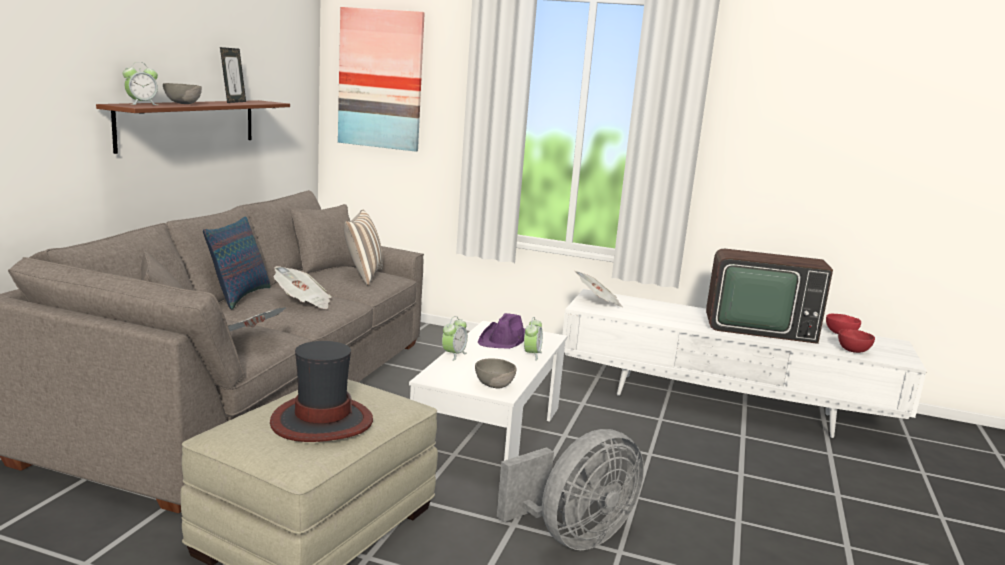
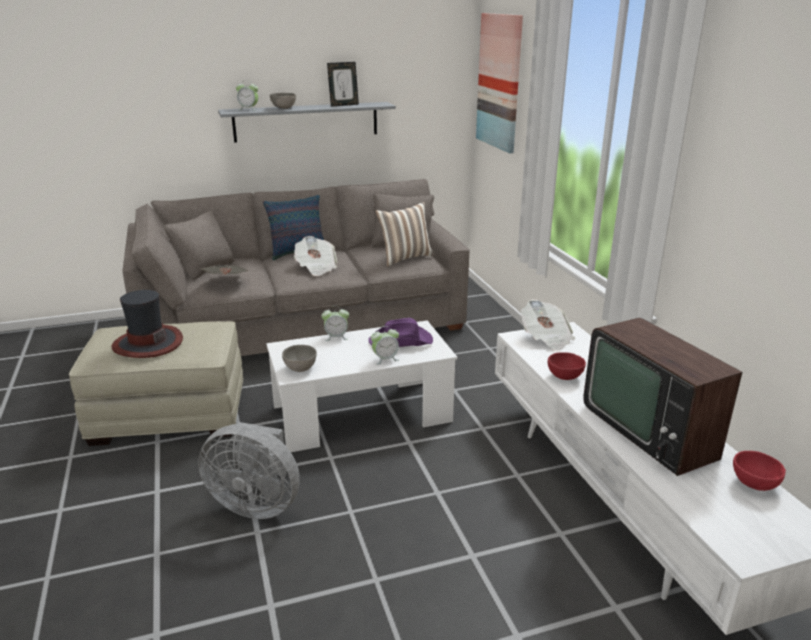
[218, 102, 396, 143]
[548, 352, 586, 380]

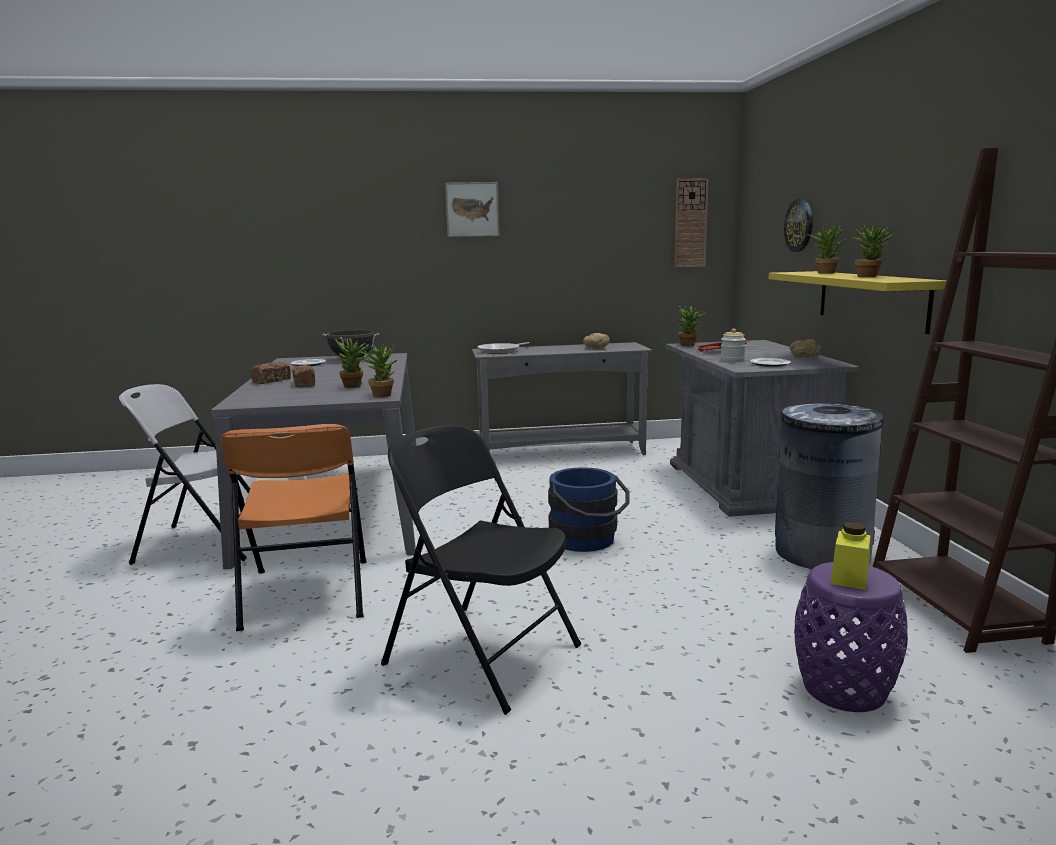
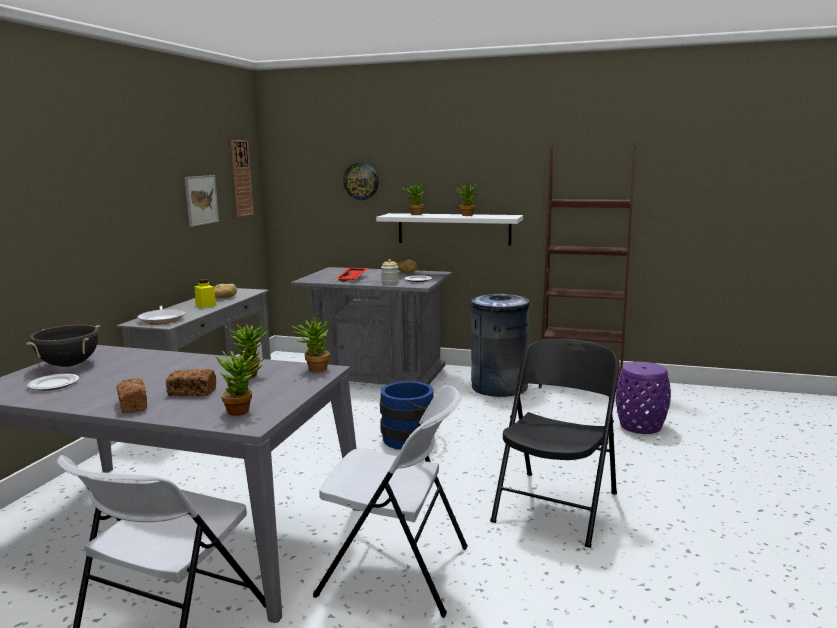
[185, 175, 219, 227]
[195, 279, 217, 308]
[215, 351, 265, 416]
[313, 385, 468, 618]
[376, 213, 523, 246]
[490, 339, 620, 548]

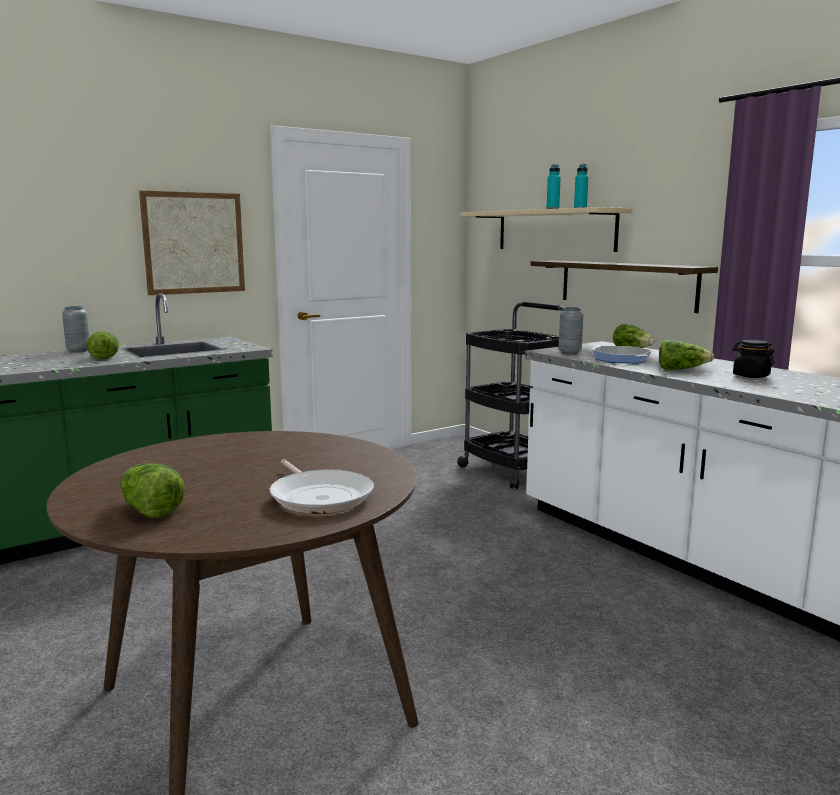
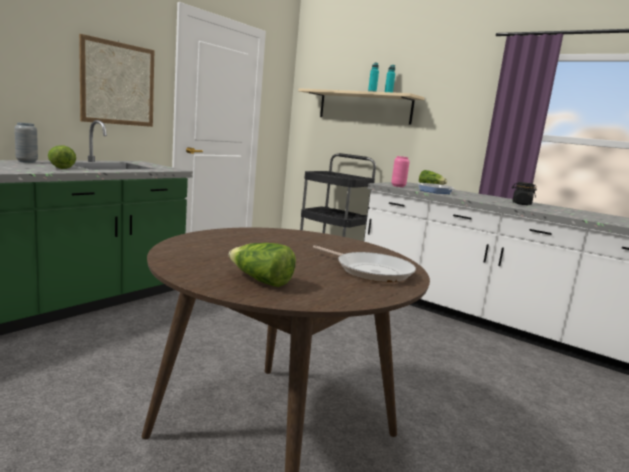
[391, 156, 410, 187]
[530, 260, 718, 313] (first image)
[659, 340, 714, 370] (first image)

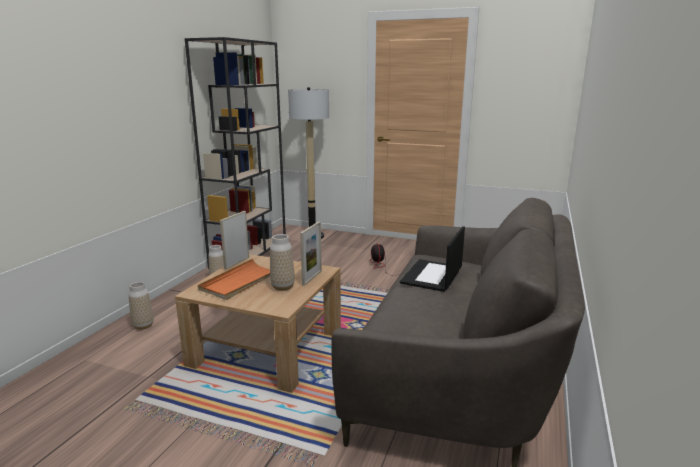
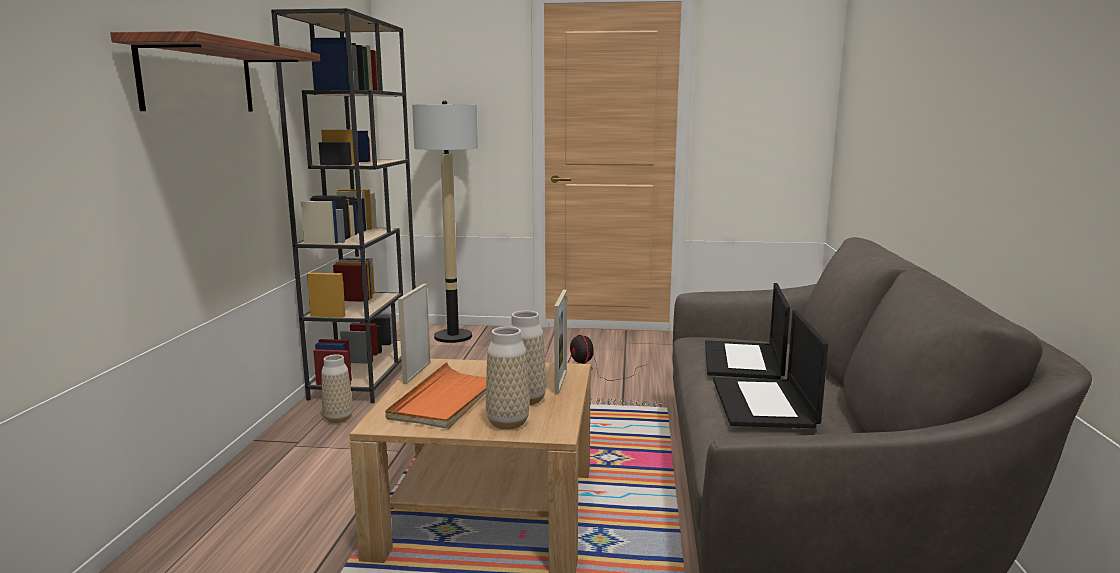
[110, 31, 320, 111]
[486, 326, 530, 430]
[713, 310, 828, 428]

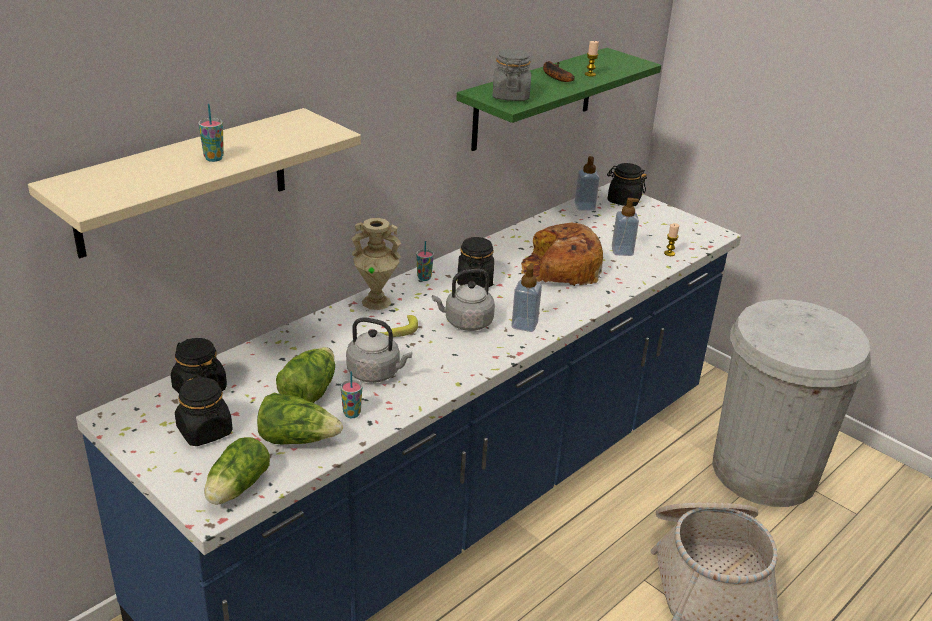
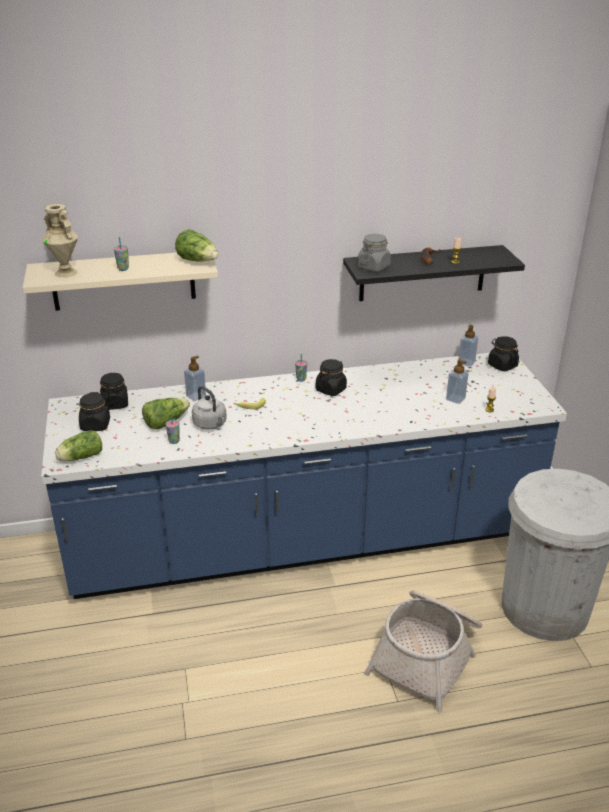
[42, 204, 78, 278]
[175, 229, 218, 262]
[184, 356, 206, 401]
[343, 245, 525, 301]
[432, 269, 495, 331] (first image)
[521, 223, 603, 286] (first image)

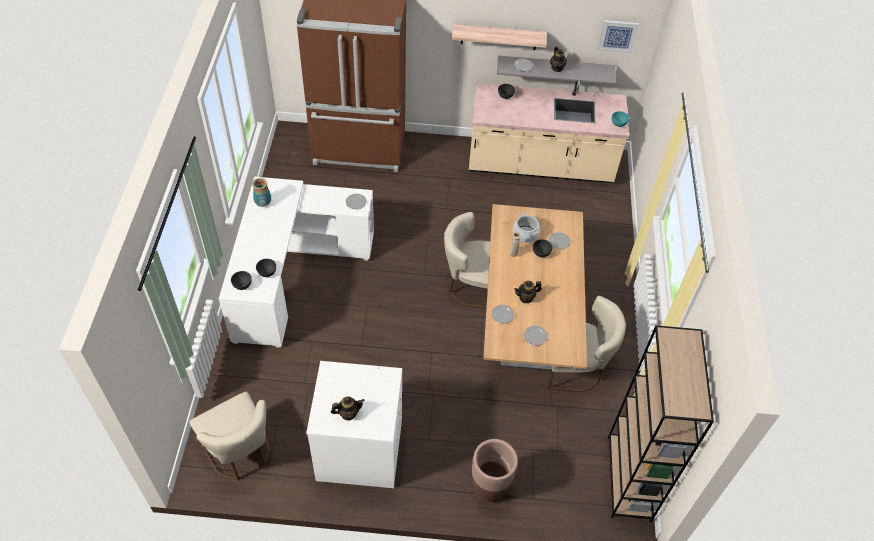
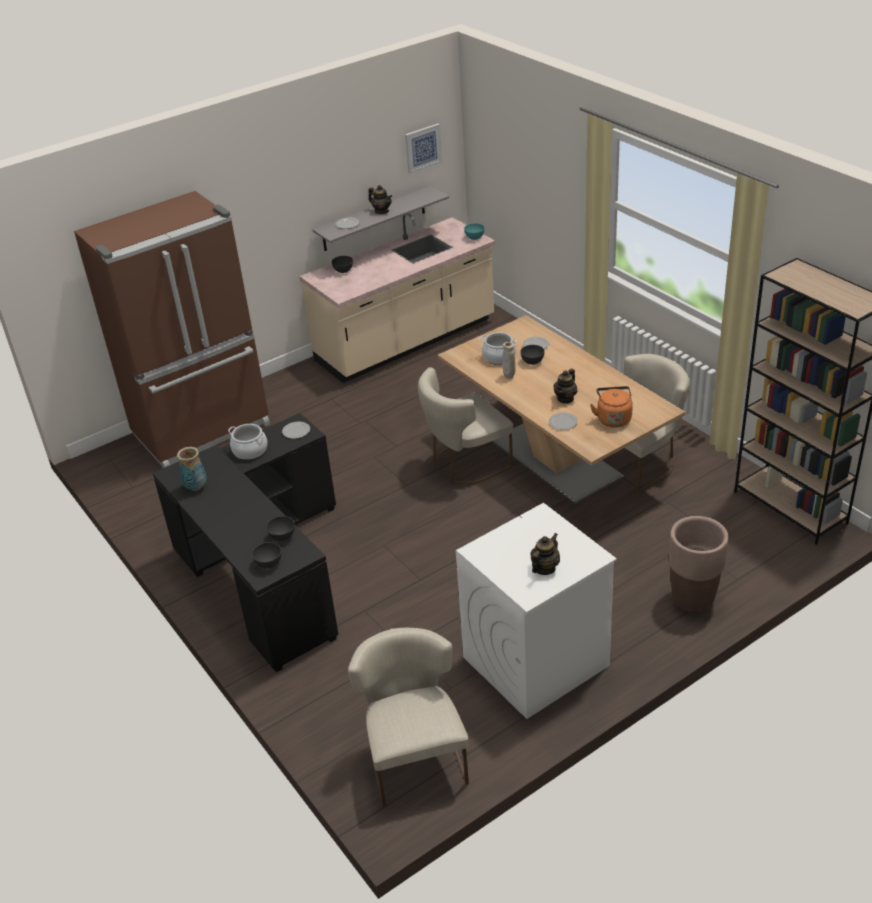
[153, 413, 339, 672]
[228, 424, 267, 460]
[348, 628, 469, 807]
[590, 386, 633, 427]
[452, 24, 547, 50] (first image)

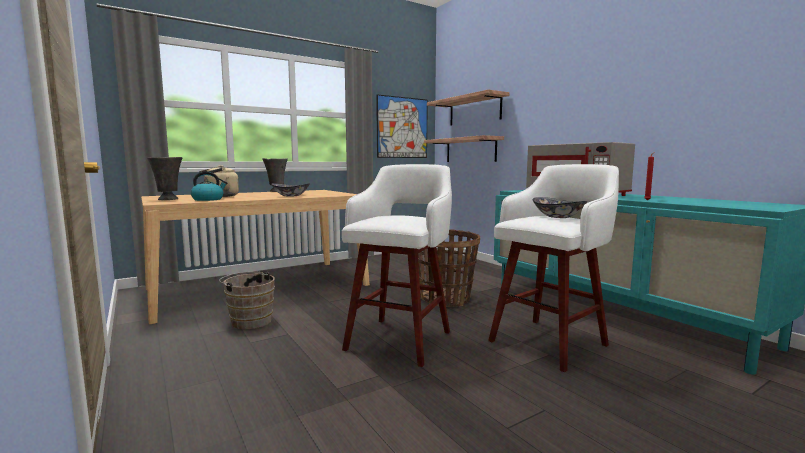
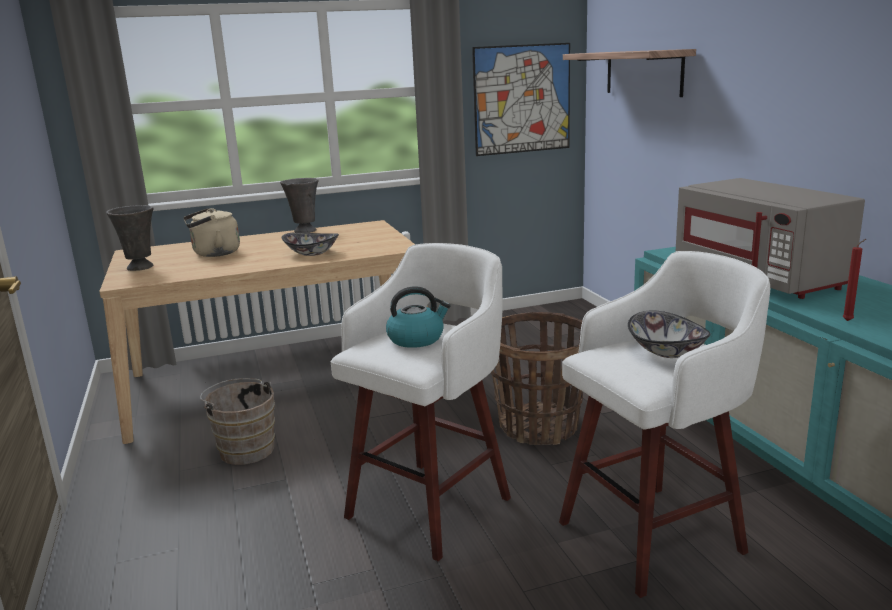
[386, 286, 451, 348]
[424, 135, 504, 162] (first image)

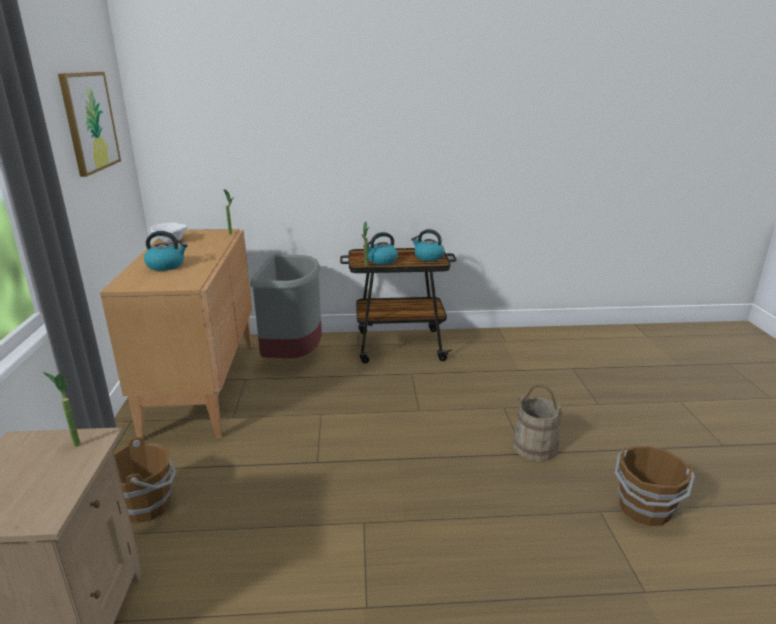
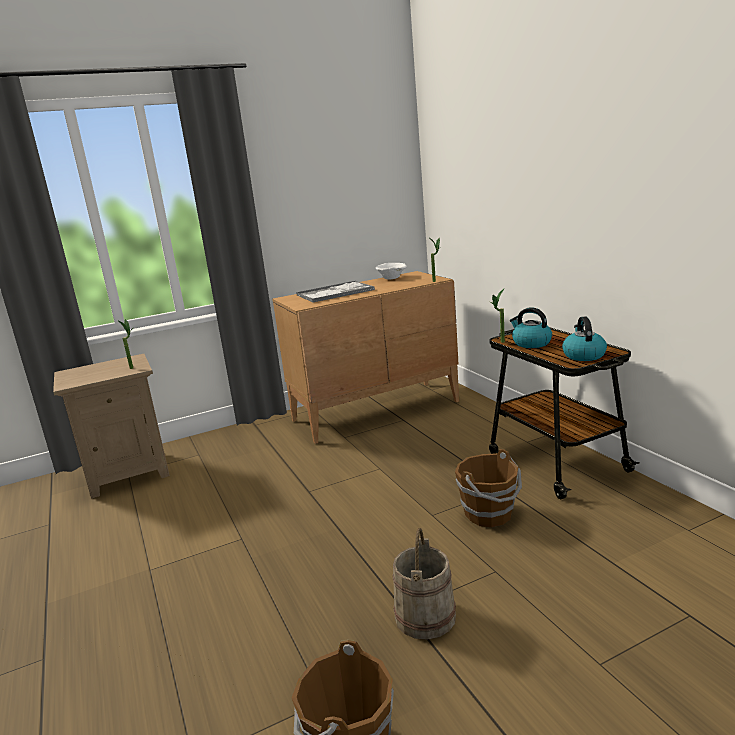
[296, 281, 375, 303]
[455, 449, 522, 527]
[58, 72, 121, 177] (first image)
[250, 254, 322, 358] (first image)

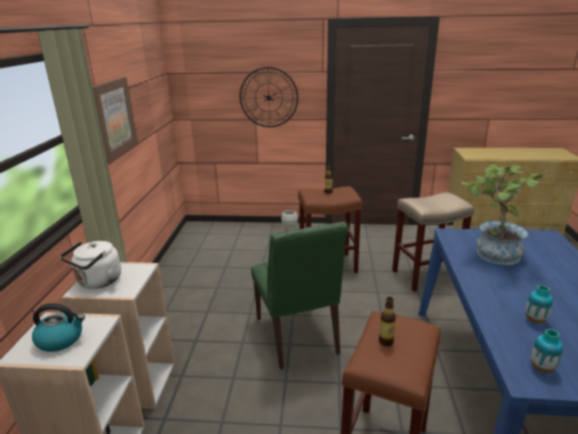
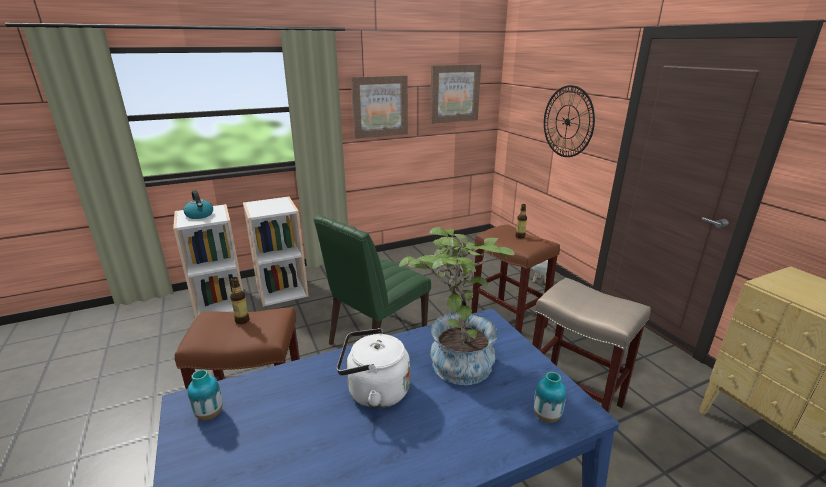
[337, 328, 410, 409]
[430, 64, 481, 124]
[534, 372, 566, 423]

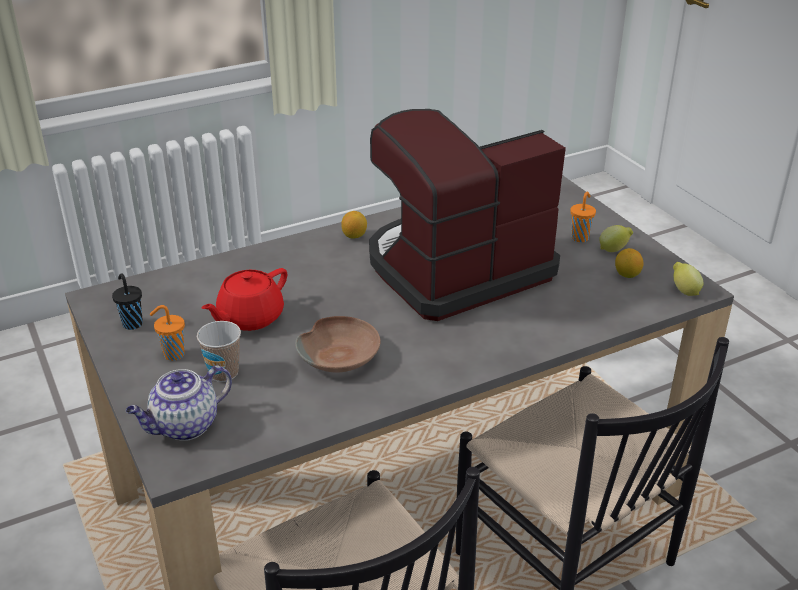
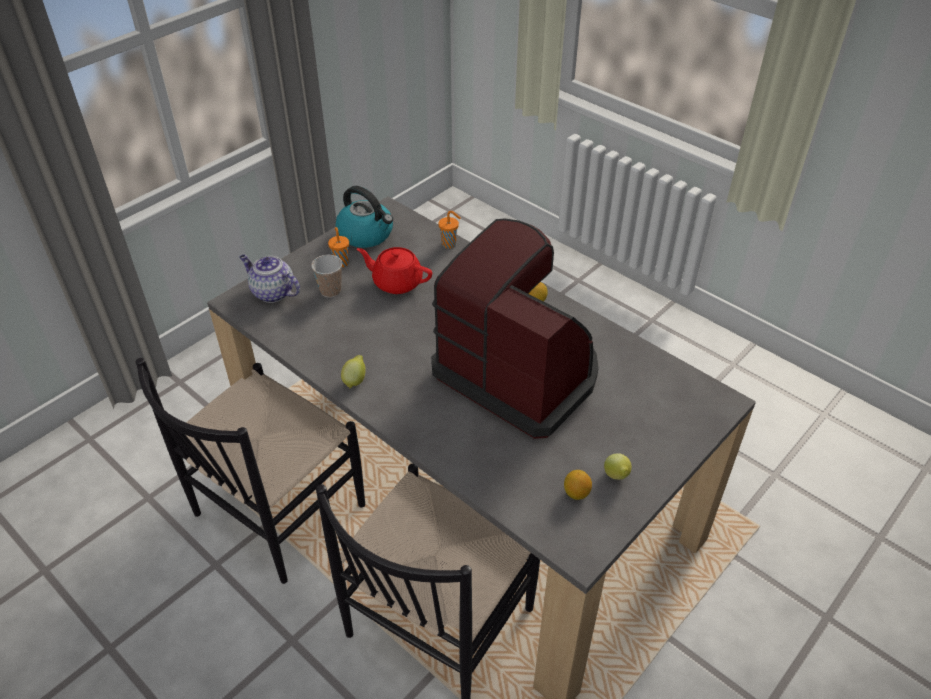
[336, 186, 393, 248]
[341, 355, 366, 388]
[438, 211, 461, 248]
[295, 316, 381, 372] (first image)

